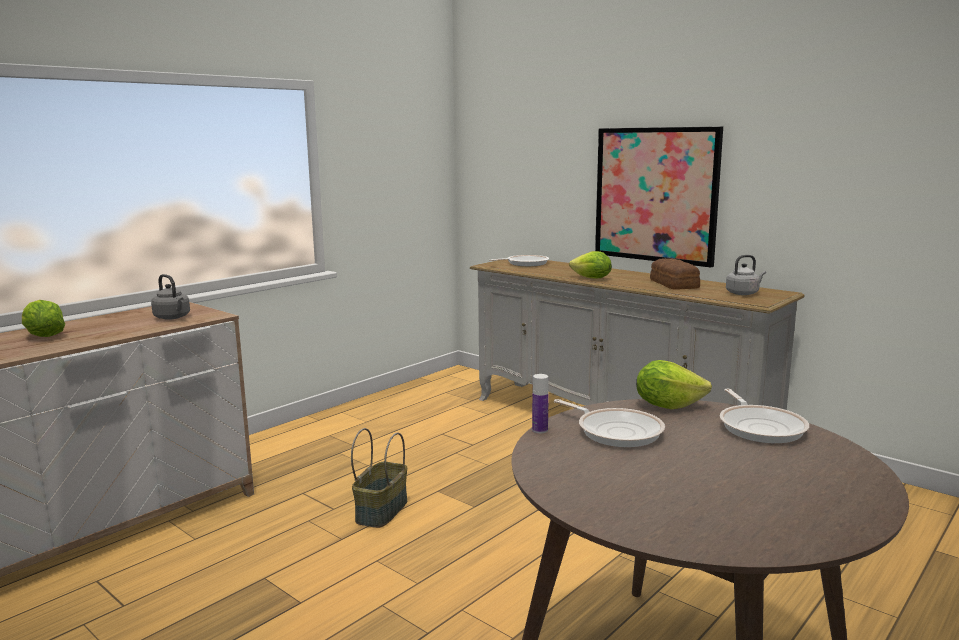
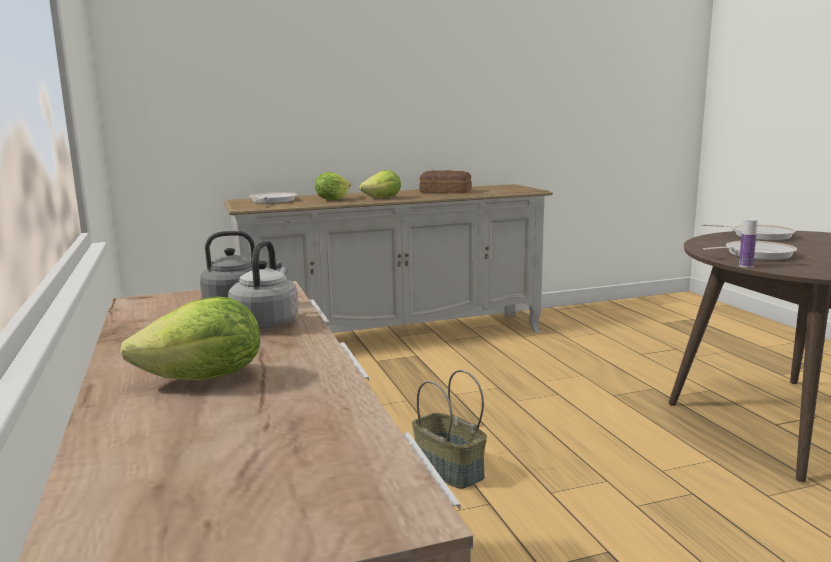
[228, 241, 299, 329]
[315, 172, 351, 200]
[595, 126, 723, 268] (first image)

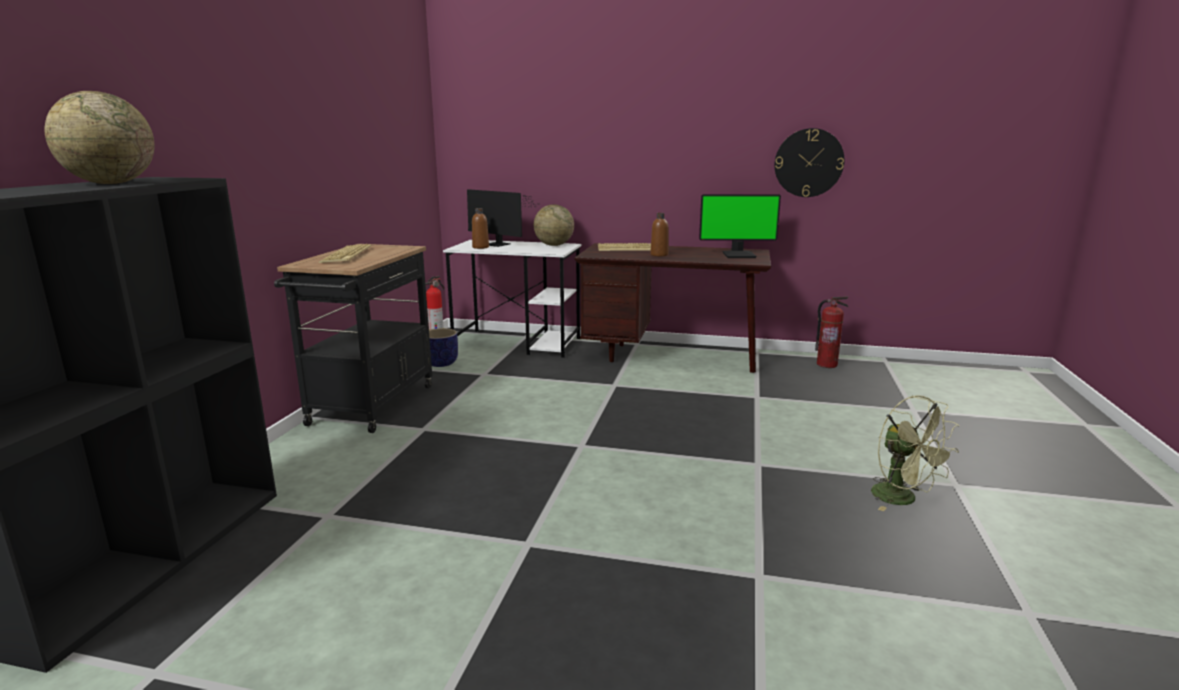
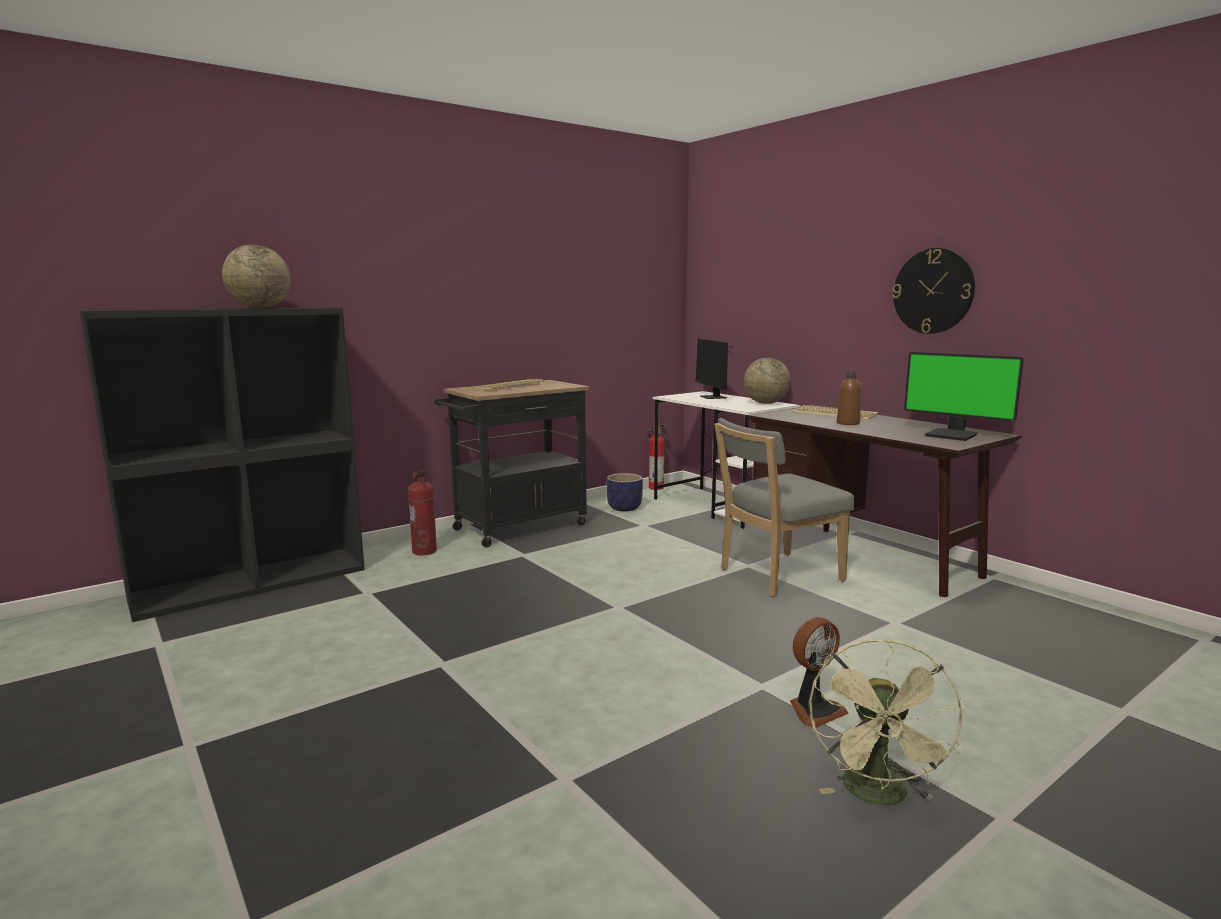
[408, 470, 437, 556]
[714, 418, 854, 597]
[790, 617, 849, 728]
[892, 248, 975, 334]
[472, 208, 489, 249] (first image)

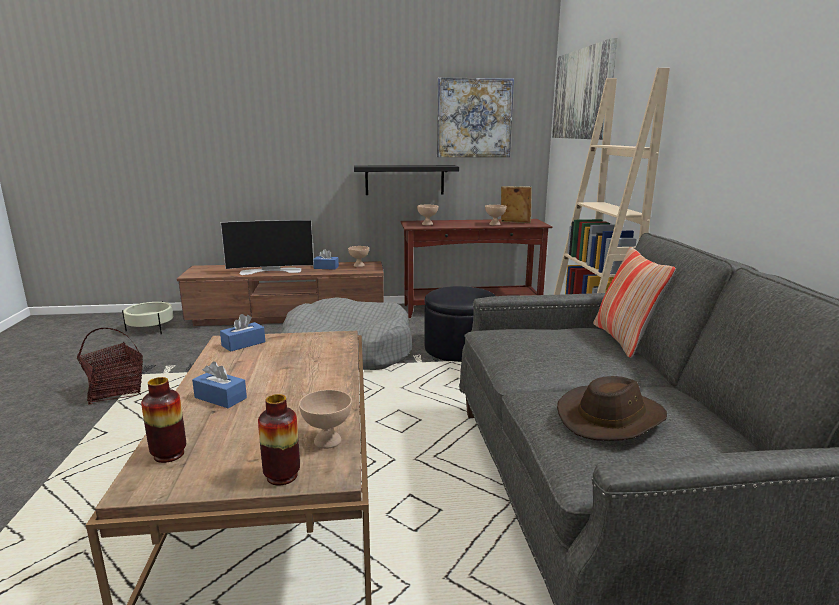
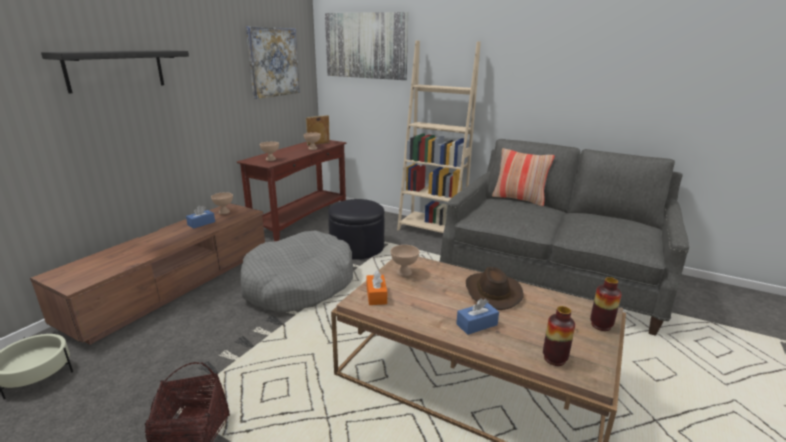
[41, 50, 189, 94]
[366, 270, 387, 305]
[391, 245, 419, 277]
[466, 267, 523, 310]
[221, 220, 314, 275] (first image)

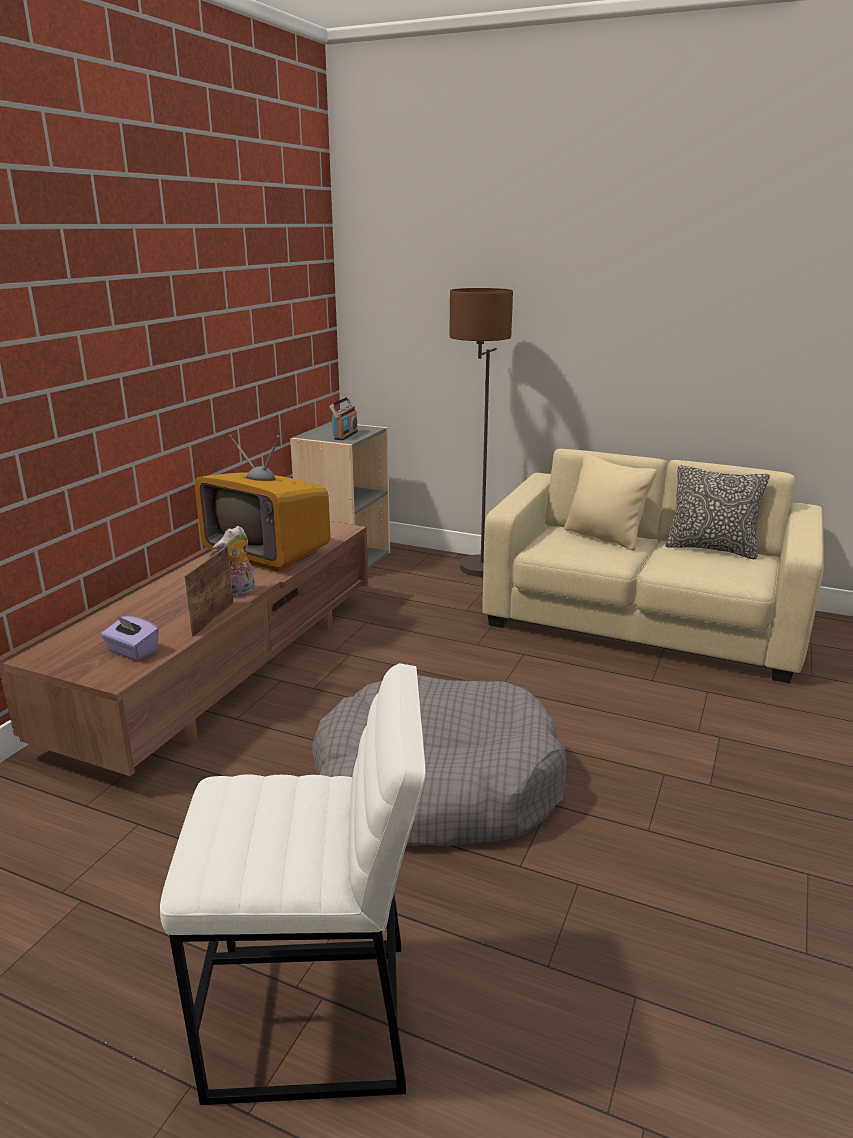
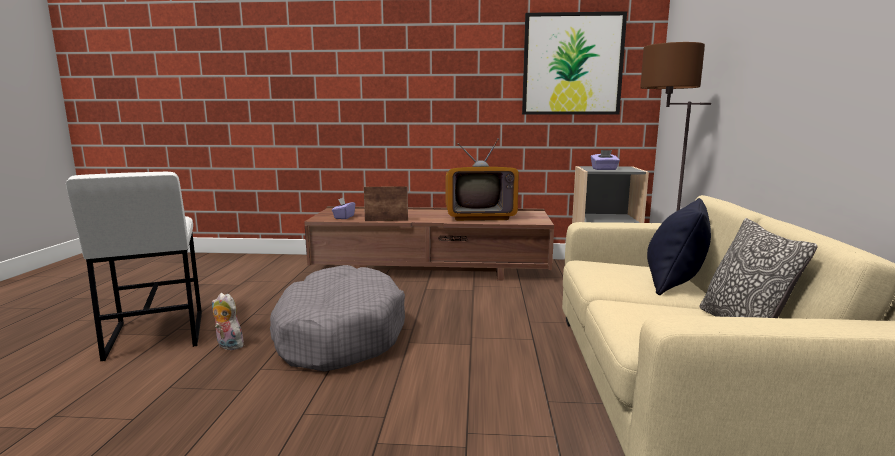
[212, 293, 244, 350]
[445, 138, 519, 221]
[522, 11, 627, 115]
[591, 150, 620, 170]
[647, 198, 711, 295]

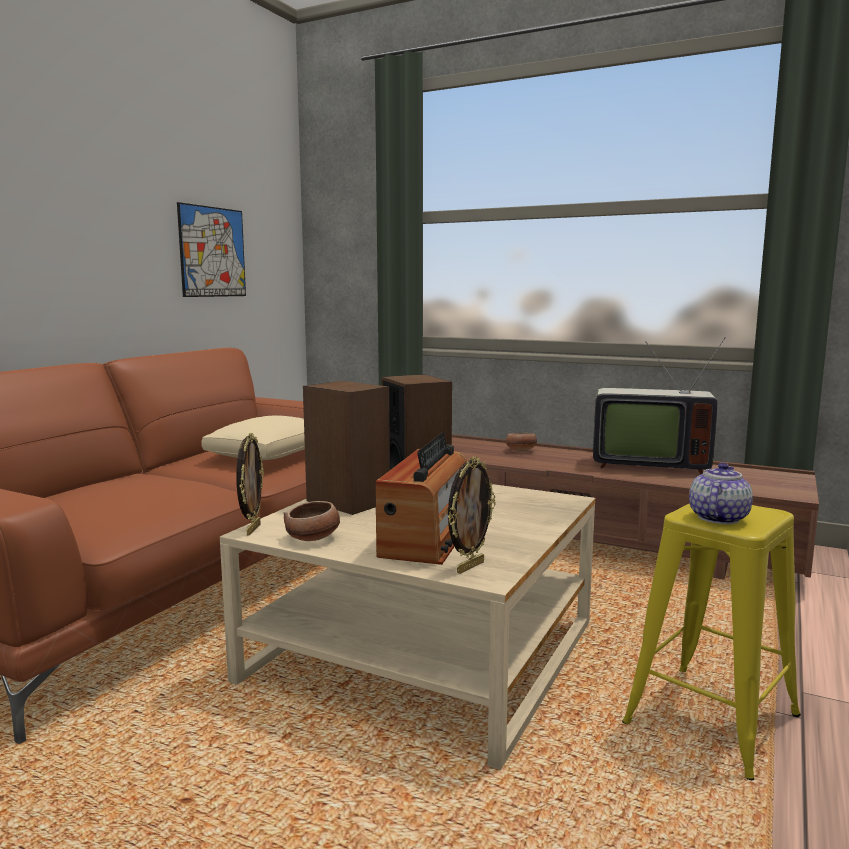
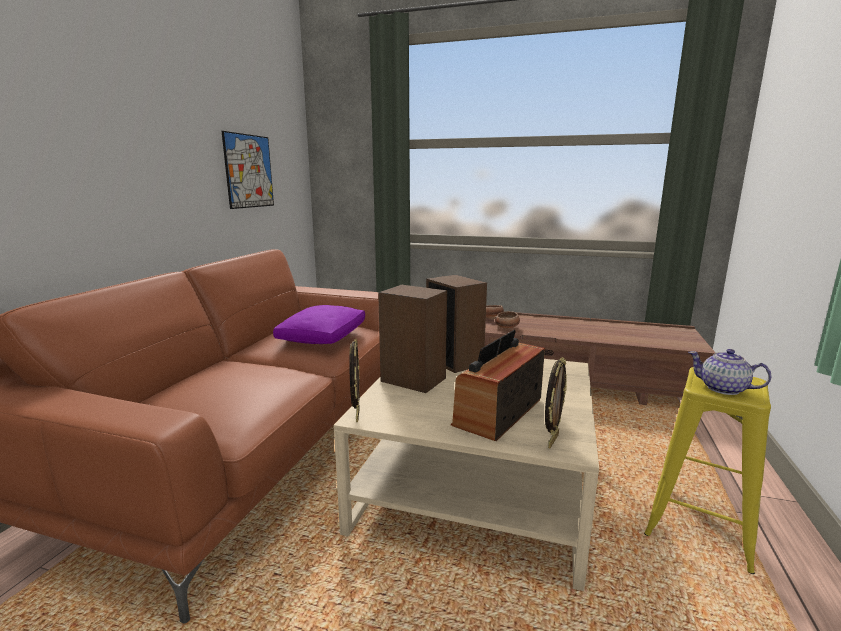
[273, 305, 365, 344]
[451, 330, 545, 441]
[495, 311, 520, 329]
[688, 349, 772, 395]
[593, 338, 725, 474] (first image)

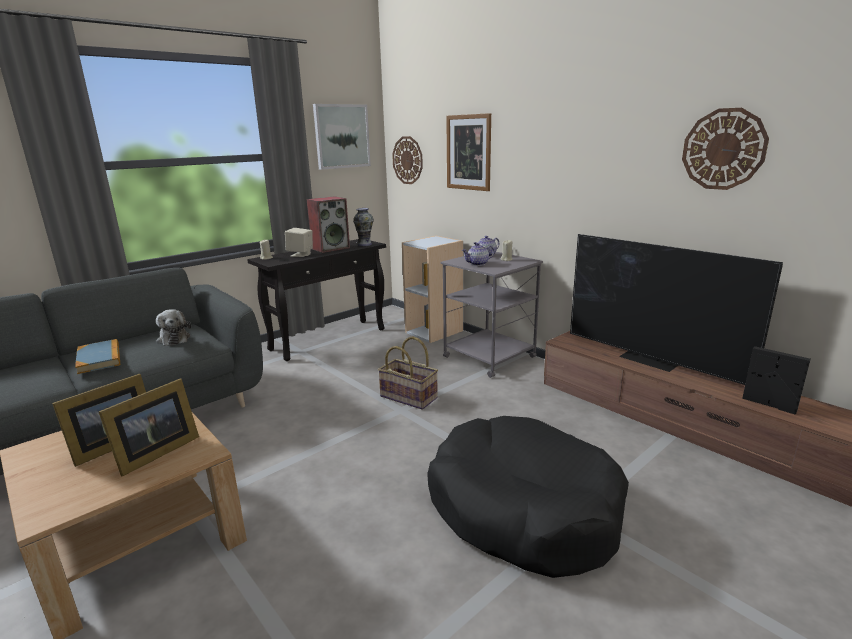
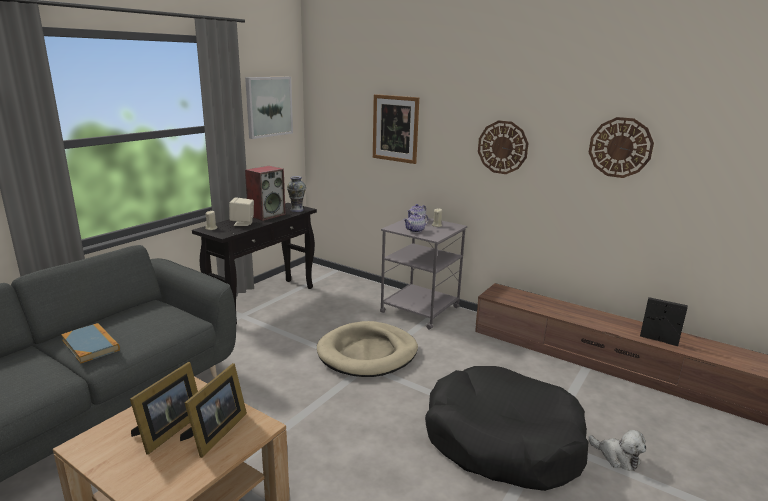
[317, 321, 418, 377]
[478, 120, 529, 174]
[589, 430, 646, 471]
[402, 236, 463, 343] (first image)
[570, 234, 783, 385] (first image)

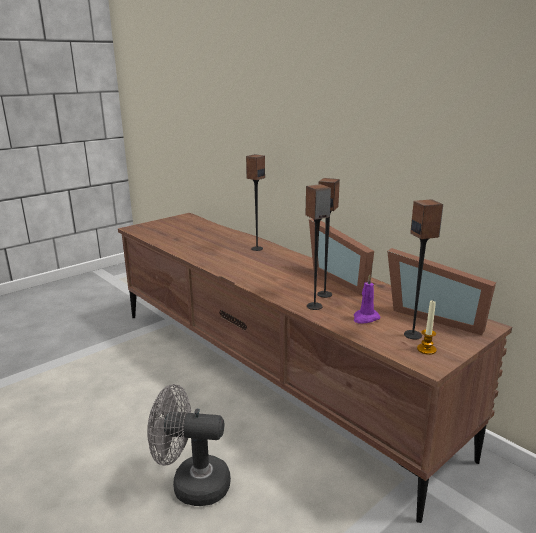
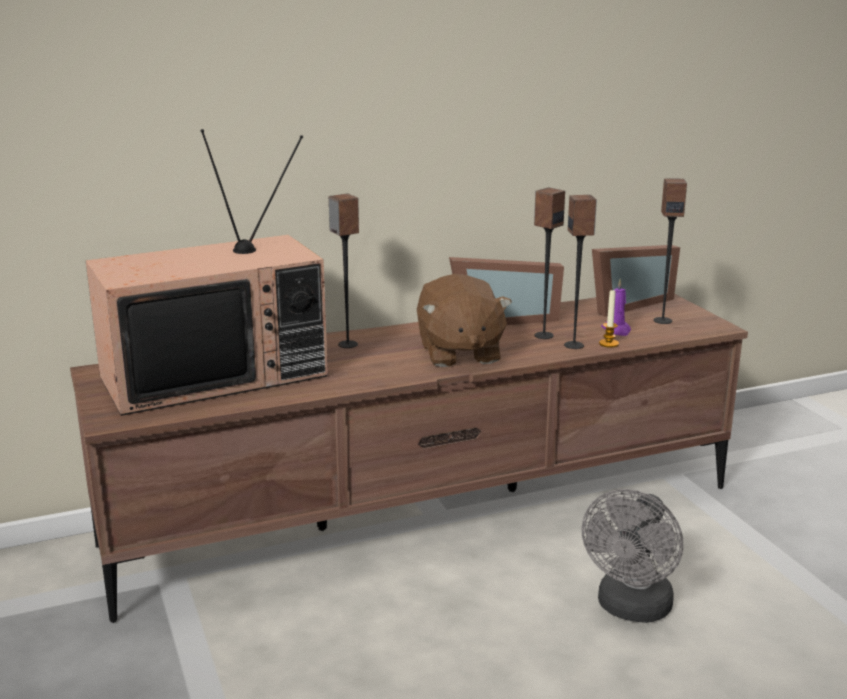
[86, 129, 328, 416]
[417, 274, 512, 367]
[599, 289, 619, 348]

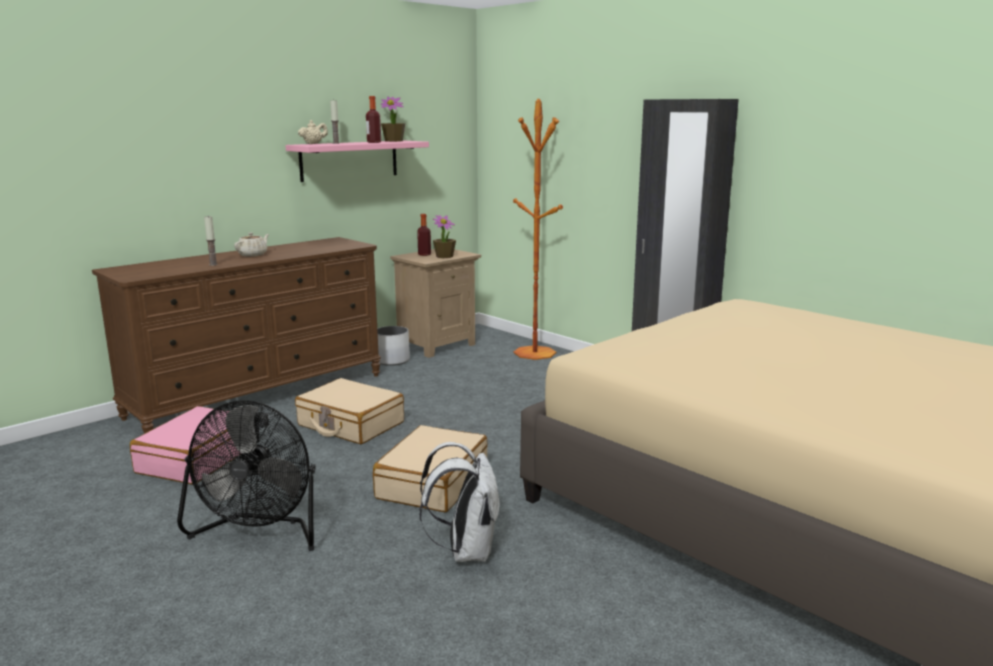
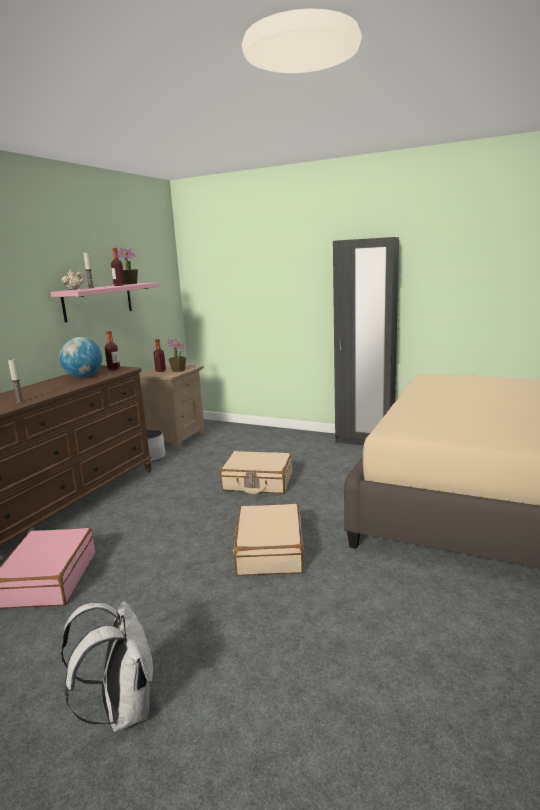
[59, 337, 102, 378]
[61, 601, 153, 732]
[105, 331, 120, 370]
[220, 451, 292, 494]
[177, 400, 315, 551] (first image)
[234, 232, 269, 257] (first image)
[513, 99, 563, 360] (first image)

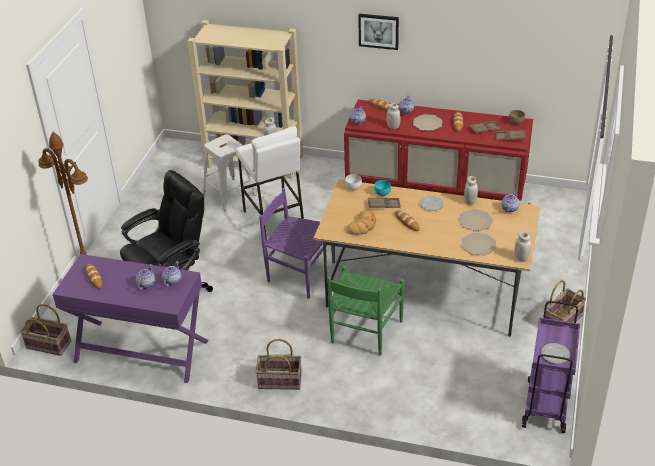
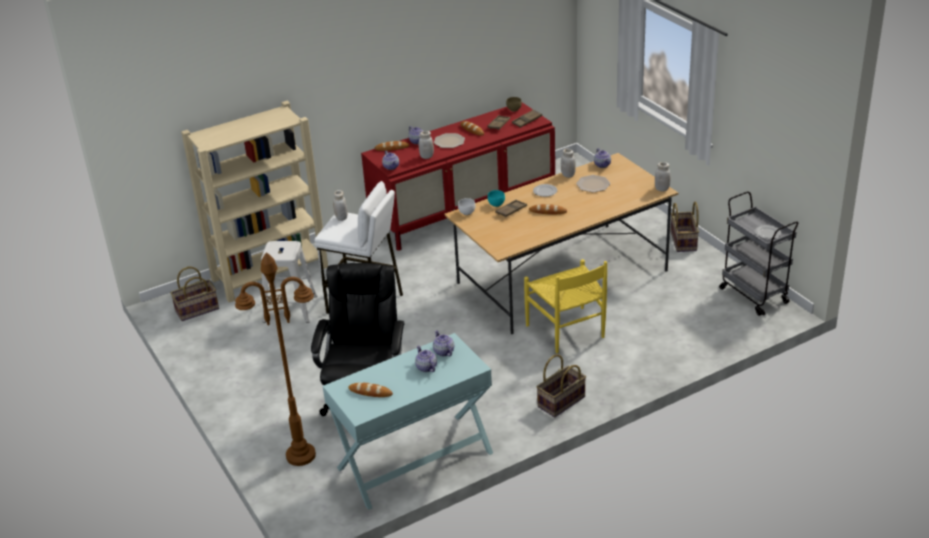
[170, 267, 219, 321]
[323, 333, 493, 510]
[524, 259, 607, 353]
[719, 191, 798, 316]
[259, 188, 335, 299] (first image)
[347, 210, 376, 235] (first image)
[358, 14, 399, 50] (first image)
[462, 233, 496, 255] (first image)

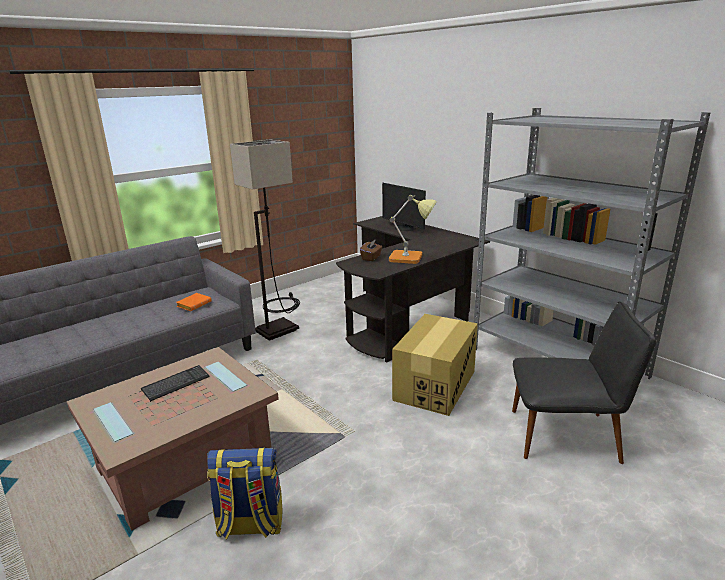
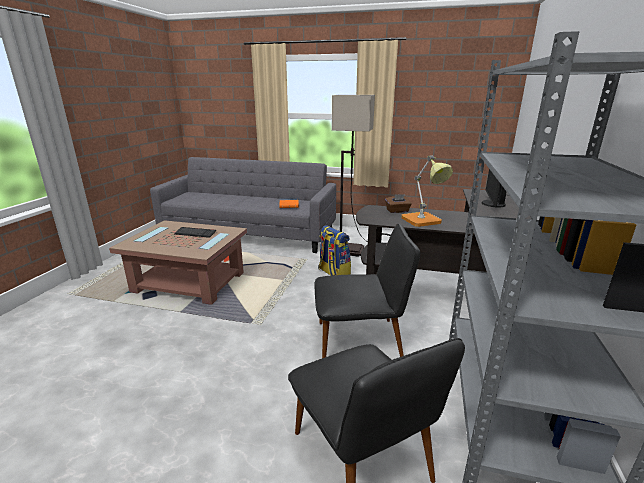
[314, 224, 420, 358]
[318, 225, 351, 276]

